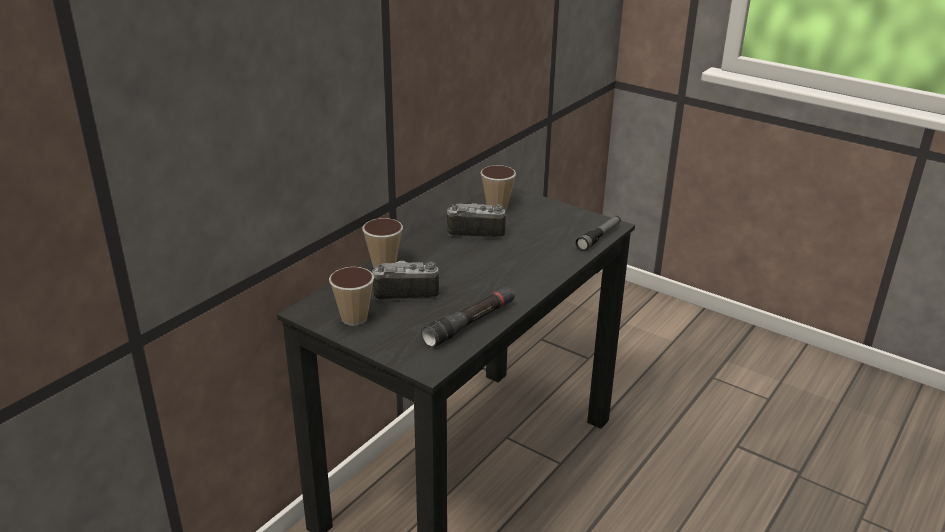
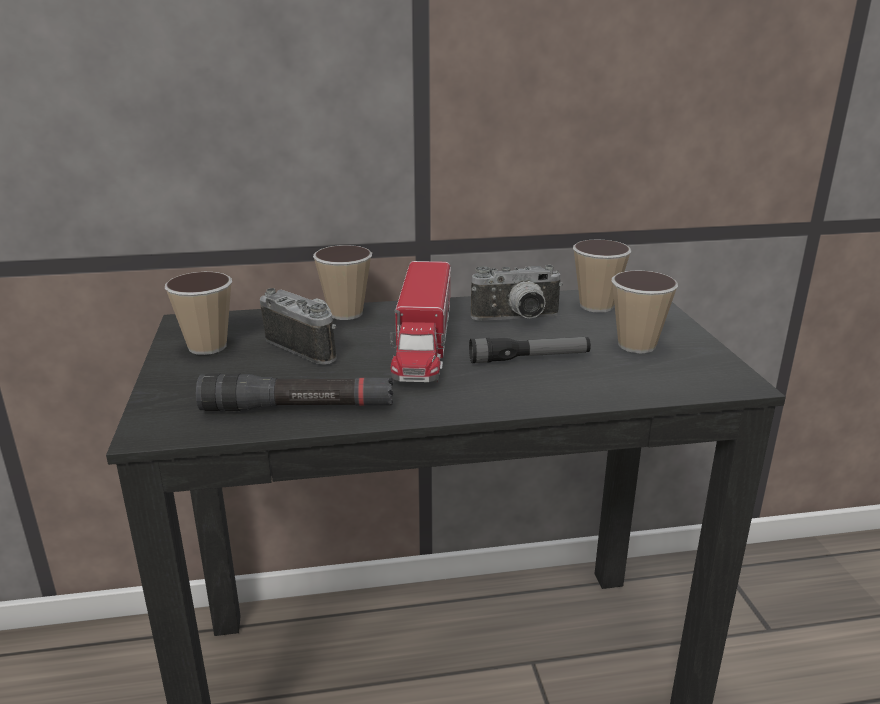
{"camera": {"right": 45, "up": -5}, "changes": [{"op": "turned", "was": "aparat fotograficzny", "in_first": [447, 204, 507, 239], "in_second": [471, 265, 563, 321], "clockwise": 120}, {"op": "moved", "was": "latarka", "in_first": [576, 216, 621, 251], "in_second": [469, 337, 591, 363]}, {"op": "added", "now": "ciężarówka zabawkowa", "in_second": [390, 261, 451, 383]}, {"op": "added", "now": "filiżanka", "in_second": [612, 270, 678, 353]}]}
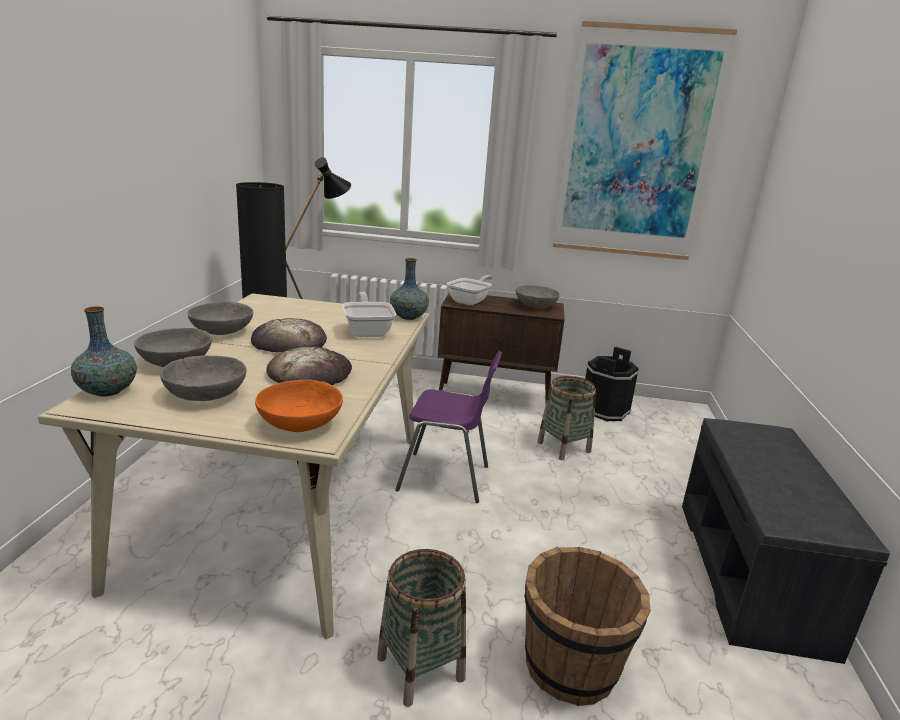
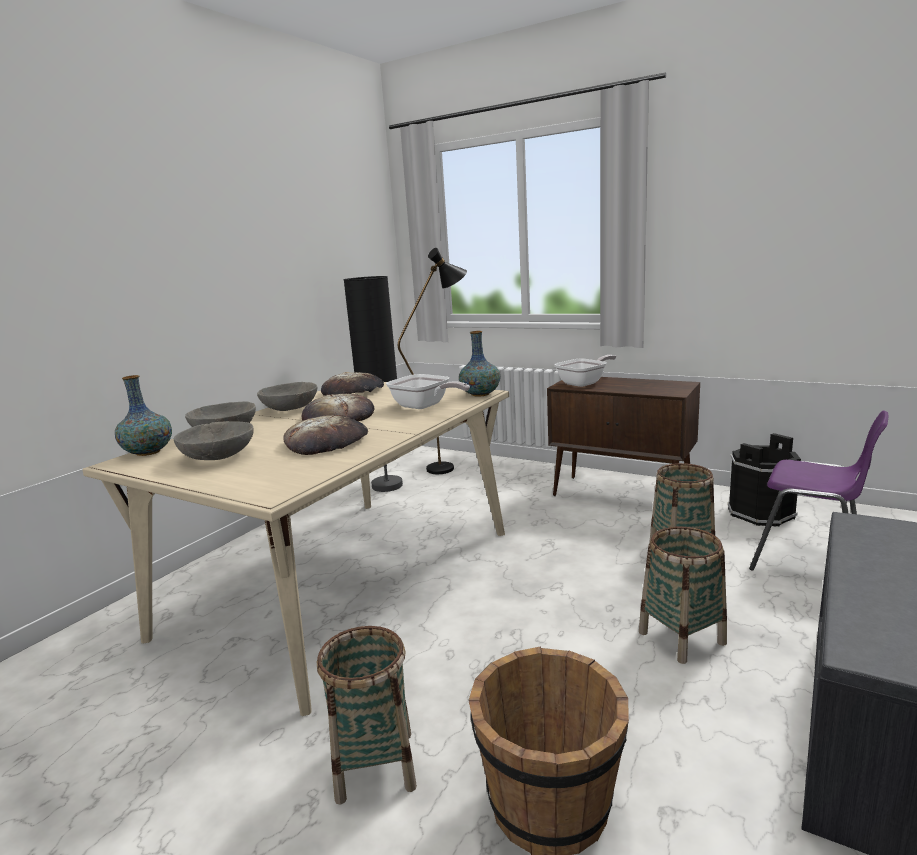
{"camera": {"right": 25, "up": -5}, "changes": [{"op": "removed", "was": "miska (pomarańczowy)", "in_first": [255, 379, 343, 432]}, {"op": "turned", "was": "patelnia", "in_first": [342, 292, 396, 337], "in_second": [386, 374, 470, 409], "clockwise": 120}, {"op": "moved", "was": "krzesło (fioletowy)", "in_first": [395, 351, 502, 503], "in_second": [749, 410, 888, 571]}, {"op": "removed", "was": "miska (szary)", "in_first": [515, 285, 560, 308]}, {"op": "removed", "was": "obraz", "in_first": [553, 21, 737, 260]}, {"op": "added", "now": "chleb", "in_second": [321, 372, 384, 396]}, {"op": "added", "now": "koszyk", "in_second": [639, 527, 727, 664]}]}
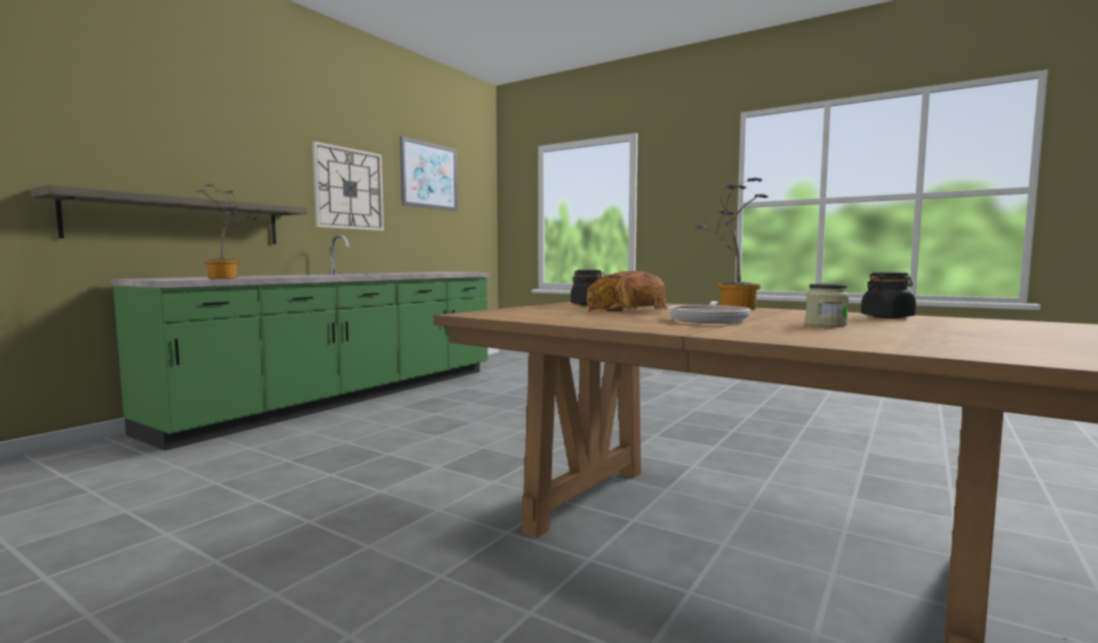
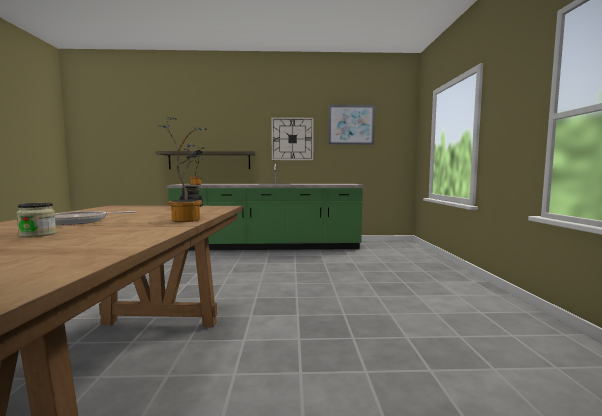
{"camera": {"right": 55, "up": 0}, "changes": [{"op": "removed", "was": "chleb", "in_first": [587, 271, 667, 312]}, {"op": "removed", "was": "słoik (czarny)", "in_first": [861, 272, 916, 318]}]}
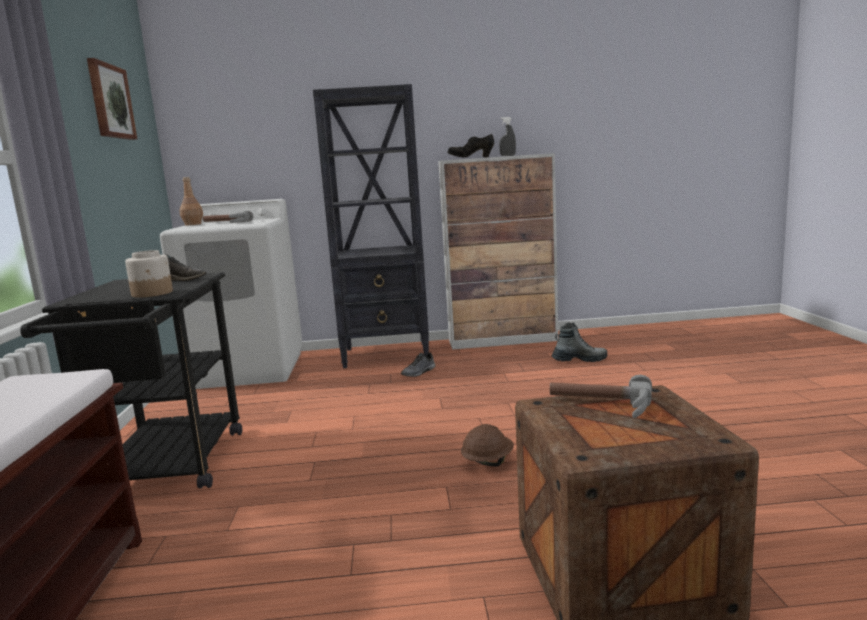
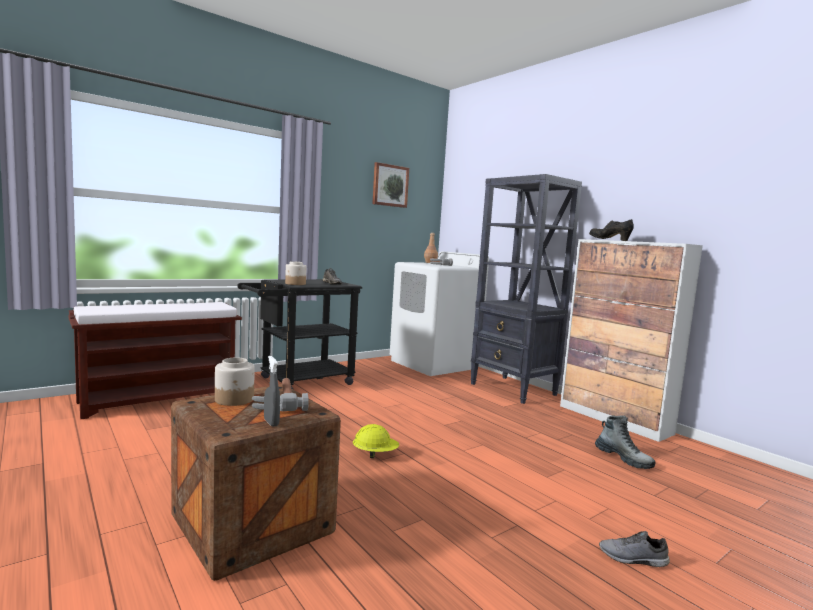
{"camera": {"right": 55, "up": -5}, "changes": [{"op": "moved", "was": "but (szary)", "in_first": [401, 352, 435, 377], "in_second": [599, 531, 670, 567]}, {"op": "recoloured", "was": "kask (brązowy)", "now": "kask (żółty)", "in_first": [461, 424, 514, 466], "in_second": [353, 424, 399, 458]}, {"op": "moved", "was": "spryskiwacz (szary)", "in_first": [499, 117, 516, 156], "in_second": [264, 356, 280, 427]}, {"op": "added", "now": "słoik", "in_second": [215, 357, 255, 406]}]}
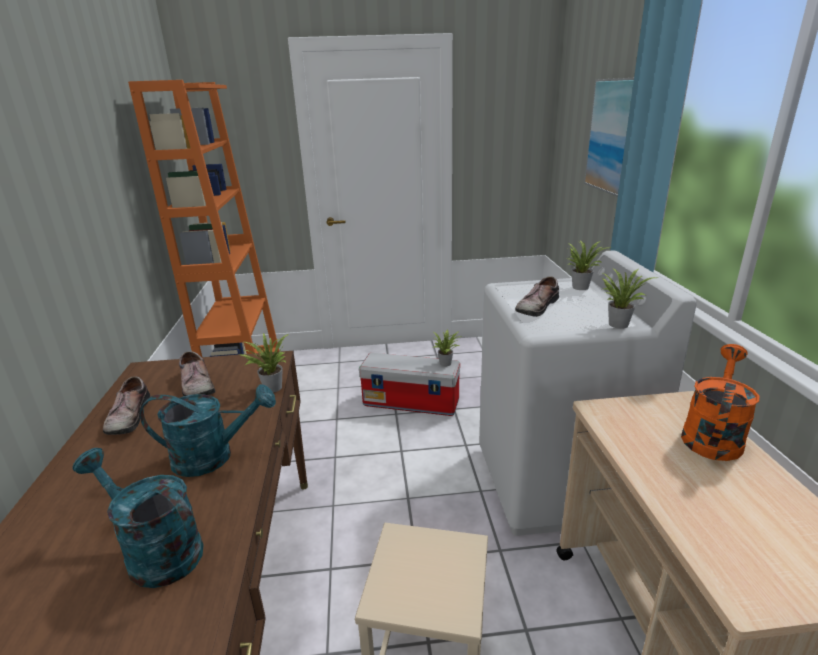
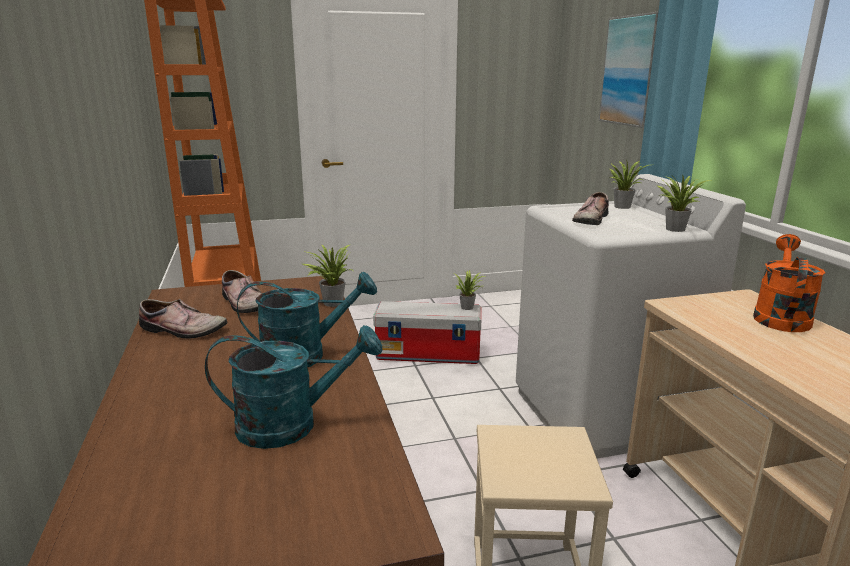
{"camera": {"right": -10, "up": -5}, "changes": [{"op": "turned", "was": "konewka (turkusowy)", "in_first": [73, 448, 204, 588], "in_second": [205, 325, 382, 449], "clockwise": 150}, {"op": "turned", "was": "but", "in_first": [103, 376, 150, 435], "in_second": [139, 299, 228, 338], "clockwise": -60}]}
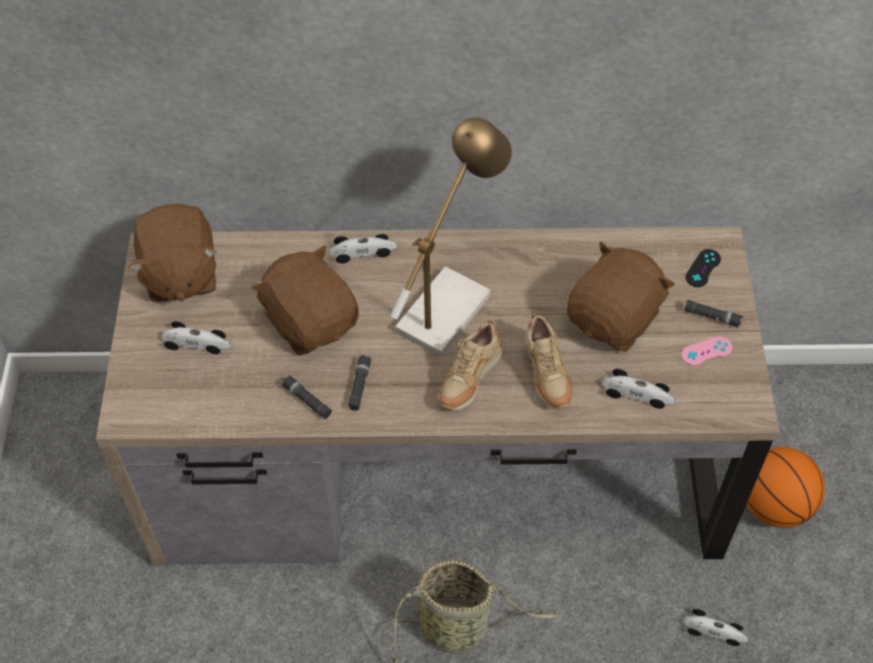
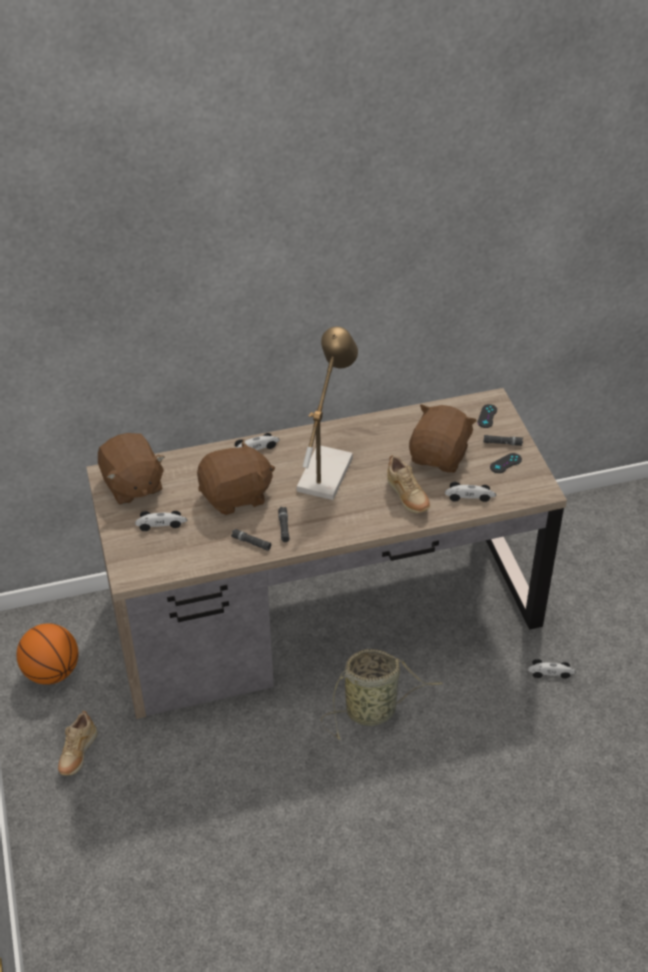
{"camera": {"right": -15, "up": -10}, "changes": [{"op": "turned", "was": "pluszak (brązowy)", "in_first": [251, 245, 358, 355], "in_second": [197, 439, 275, 515], "clockwise": 120}, {"op": "moved", "was": "but (beżowy)", "in_first": [439, 320, 502, 410], "in_second": [58, 711, 98, 775]}, {"op": "recoloured", "was": "pad do gier (różowy)", "now": "pad do gier (czarny)", "in_first": [681, 336, 732, 366], "in_second": [490, 453, 522, 473]}, {"op": "moved", "was": "piłka do koszykówki", "in_first": [746, 447, 825, 528], "in_second": [17, 623, 78, 685]}]}
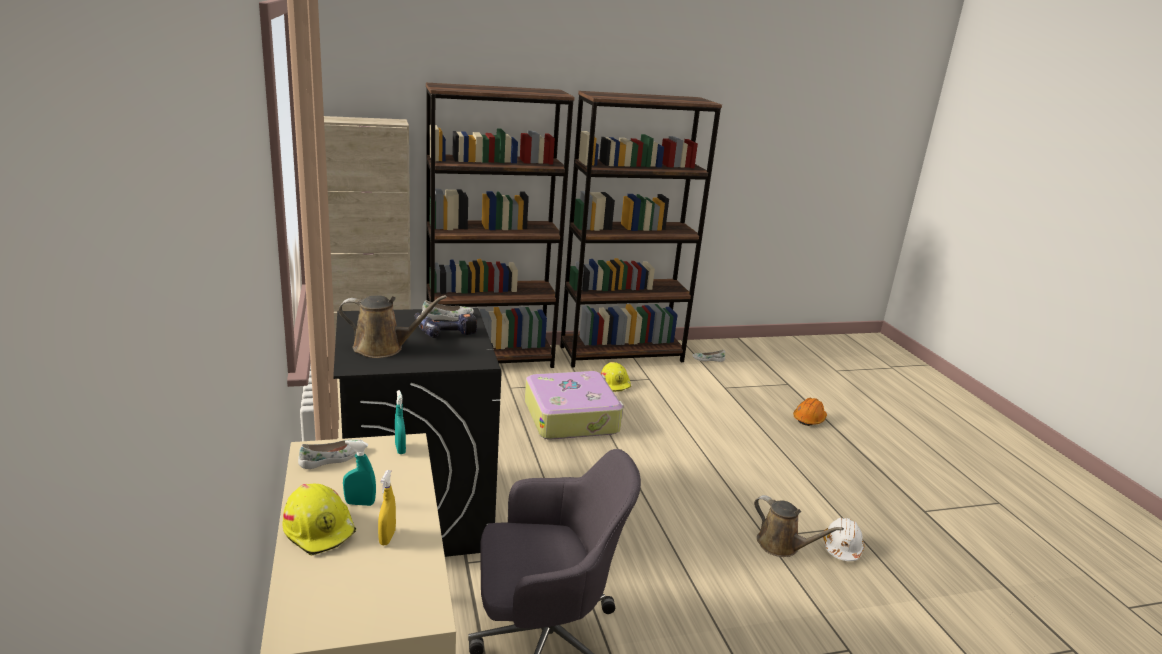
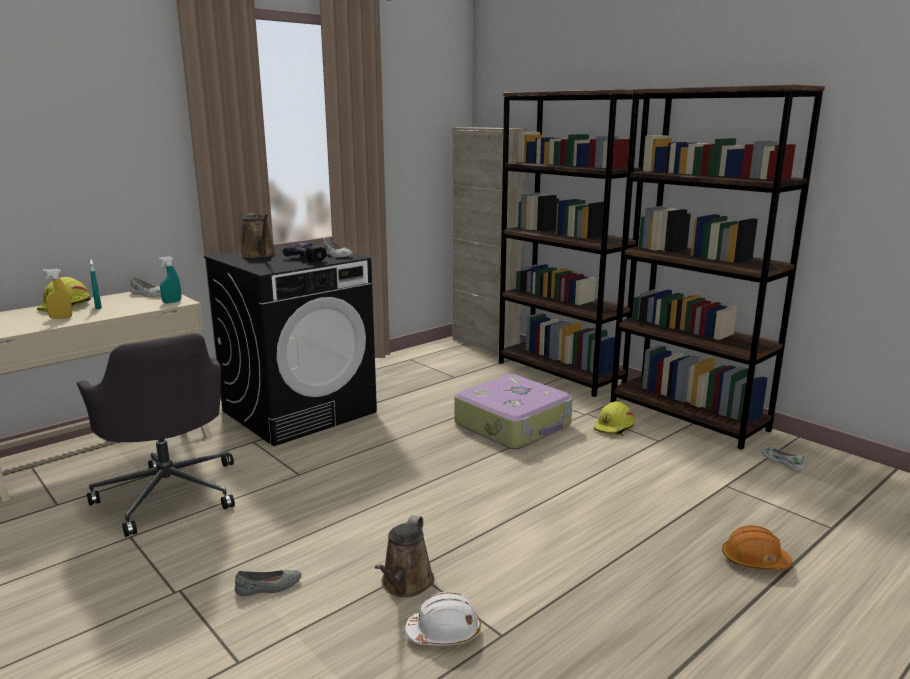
{"camera": {"right": 65, "up": -5}, "changes": [{"op": "added", "now": "but (szary)", "in_second": [235, 570, 301, 596]}]}
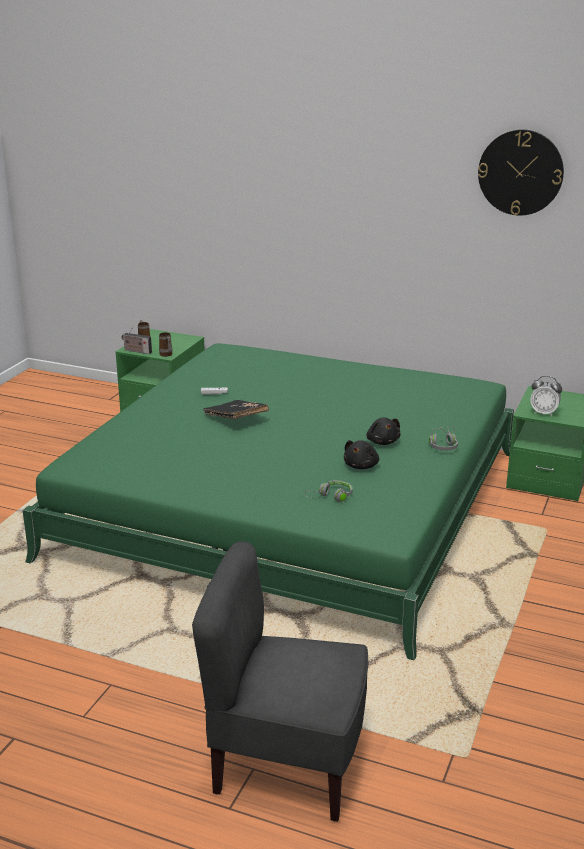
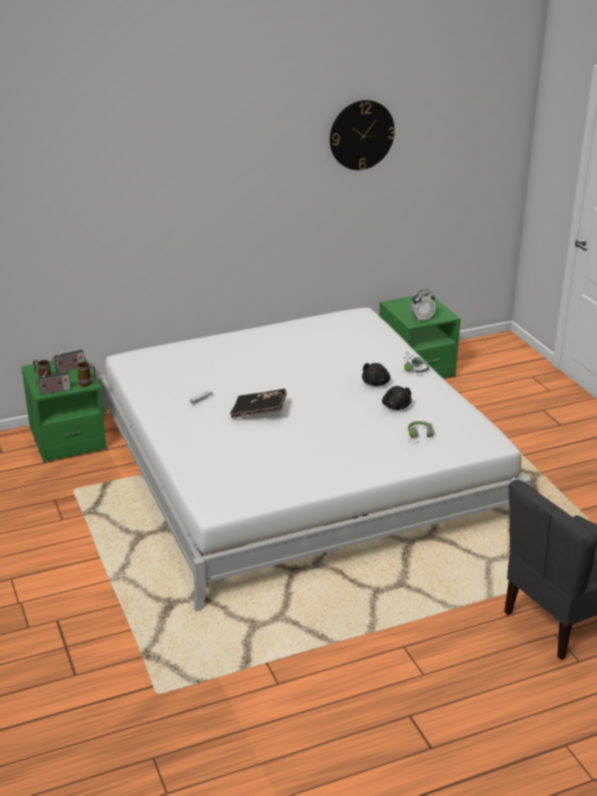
{"camera": {"right": -45, "up": 5}, "changes": [{"op": "recoloured", "was": "łóżko (zielony)", "now": "łóżko (biały)", "in_first": [22, 343, 514, 660], "in_second": [97, 308, 532, 612]}, {"op": "turned", "was": "pluszak (czarny)", "in_first": [366, 417, 400, 445], "in_second": [362, 363, 391, 386], "clockwise": 90}, {"op": "added", "now": "radio", "in_second": [52, 346, 85, 373]}]}
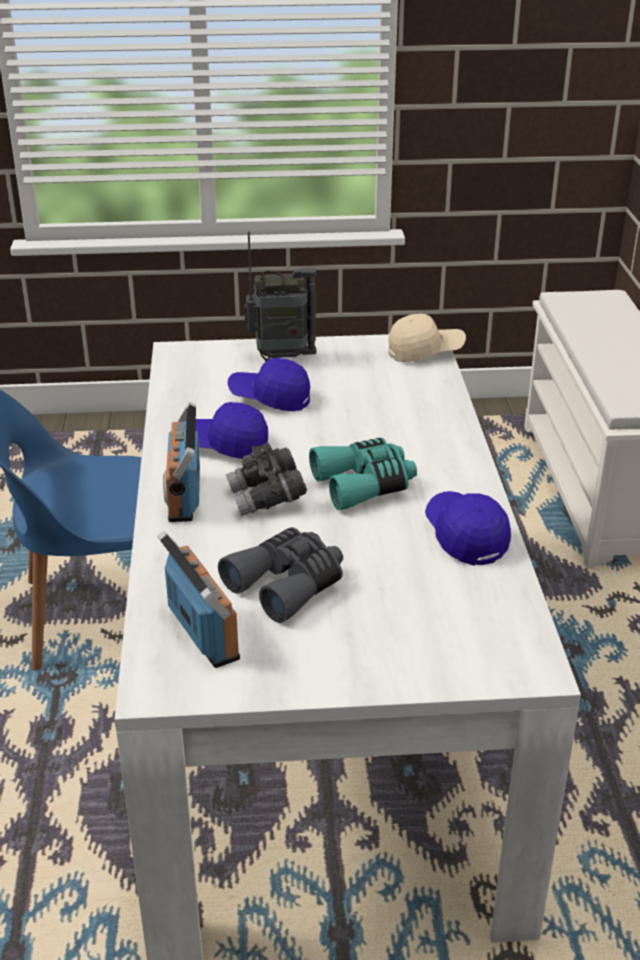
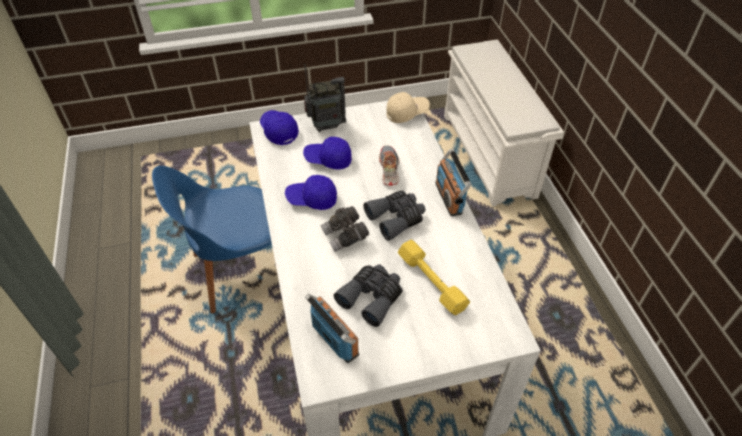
{"camera": {"right": -10, "up": 15}, "changes": [{"op": "moved", "was": "radio", "in_first": [163, 402, 200, 522], "in_second": [435, 149, 471, 216]}, {"op": "recoloured", "was": "lornetka (turkusowy)", "now": "lornetka (szary)", "in_first": [309, 438, 417, 511], "in_second": [363, 190, 426, 241]}, {"op": "moved", "was": "czapka z daszkiem (niebieski)", "in_first": [425, 491, 511, 566], "in_second": [260, 110, 299, 145]}, {"op": "added", "now": "but", "in_second": [379, 145, 400, 186]}, {"op": "added", "now": "hantel (żółty)", "in_second": [398, 240, 470, 315]}]}
